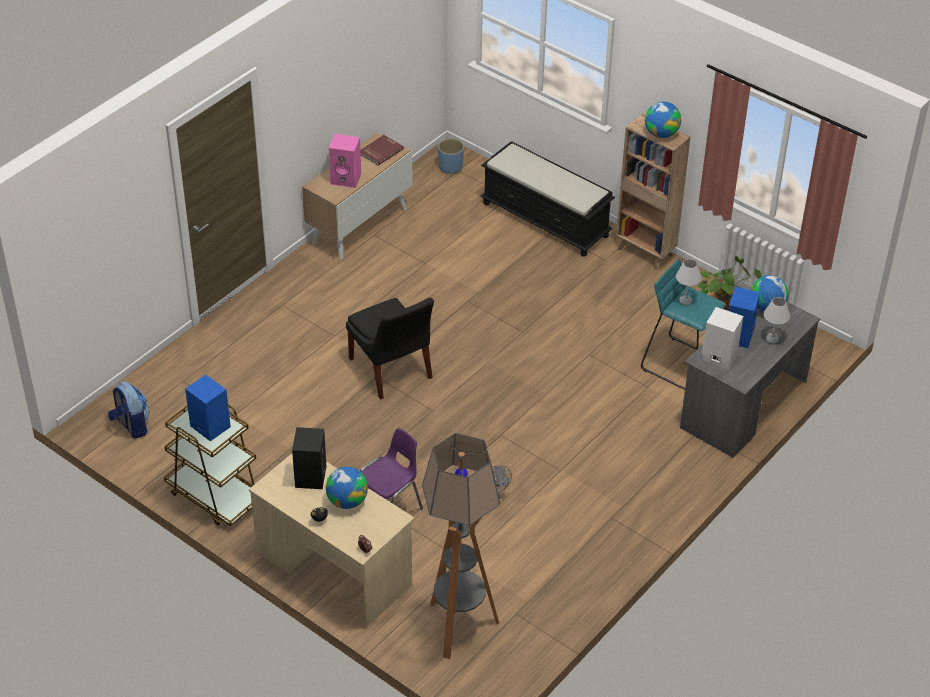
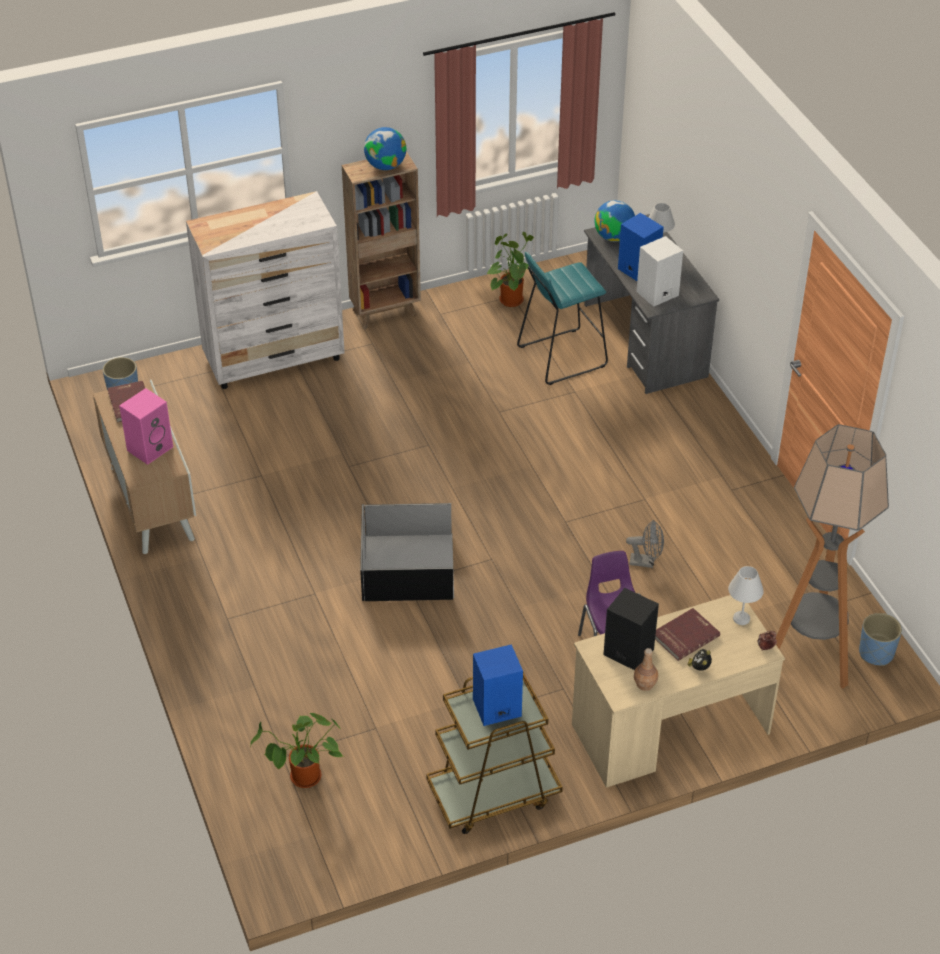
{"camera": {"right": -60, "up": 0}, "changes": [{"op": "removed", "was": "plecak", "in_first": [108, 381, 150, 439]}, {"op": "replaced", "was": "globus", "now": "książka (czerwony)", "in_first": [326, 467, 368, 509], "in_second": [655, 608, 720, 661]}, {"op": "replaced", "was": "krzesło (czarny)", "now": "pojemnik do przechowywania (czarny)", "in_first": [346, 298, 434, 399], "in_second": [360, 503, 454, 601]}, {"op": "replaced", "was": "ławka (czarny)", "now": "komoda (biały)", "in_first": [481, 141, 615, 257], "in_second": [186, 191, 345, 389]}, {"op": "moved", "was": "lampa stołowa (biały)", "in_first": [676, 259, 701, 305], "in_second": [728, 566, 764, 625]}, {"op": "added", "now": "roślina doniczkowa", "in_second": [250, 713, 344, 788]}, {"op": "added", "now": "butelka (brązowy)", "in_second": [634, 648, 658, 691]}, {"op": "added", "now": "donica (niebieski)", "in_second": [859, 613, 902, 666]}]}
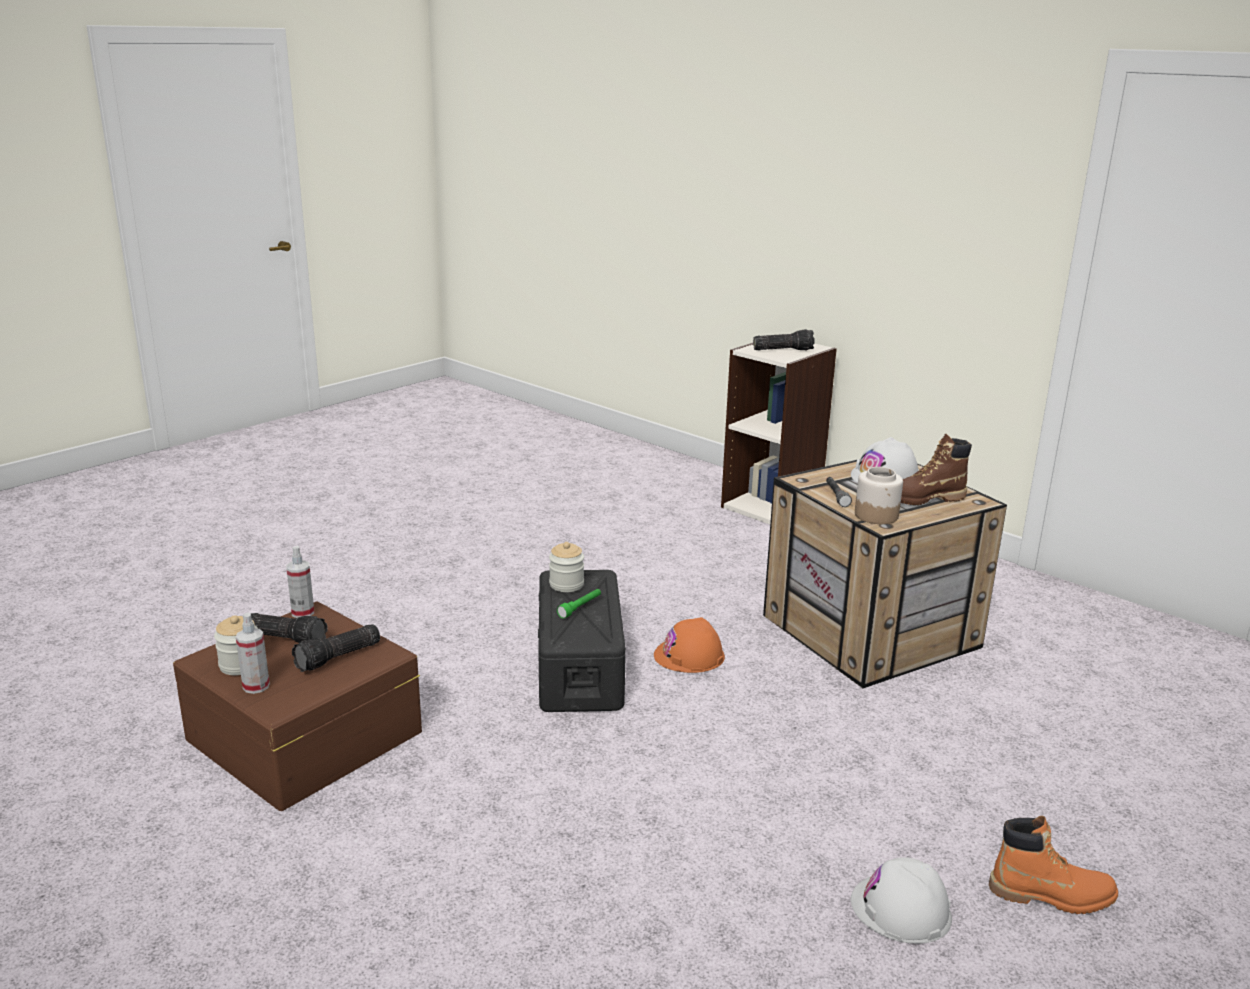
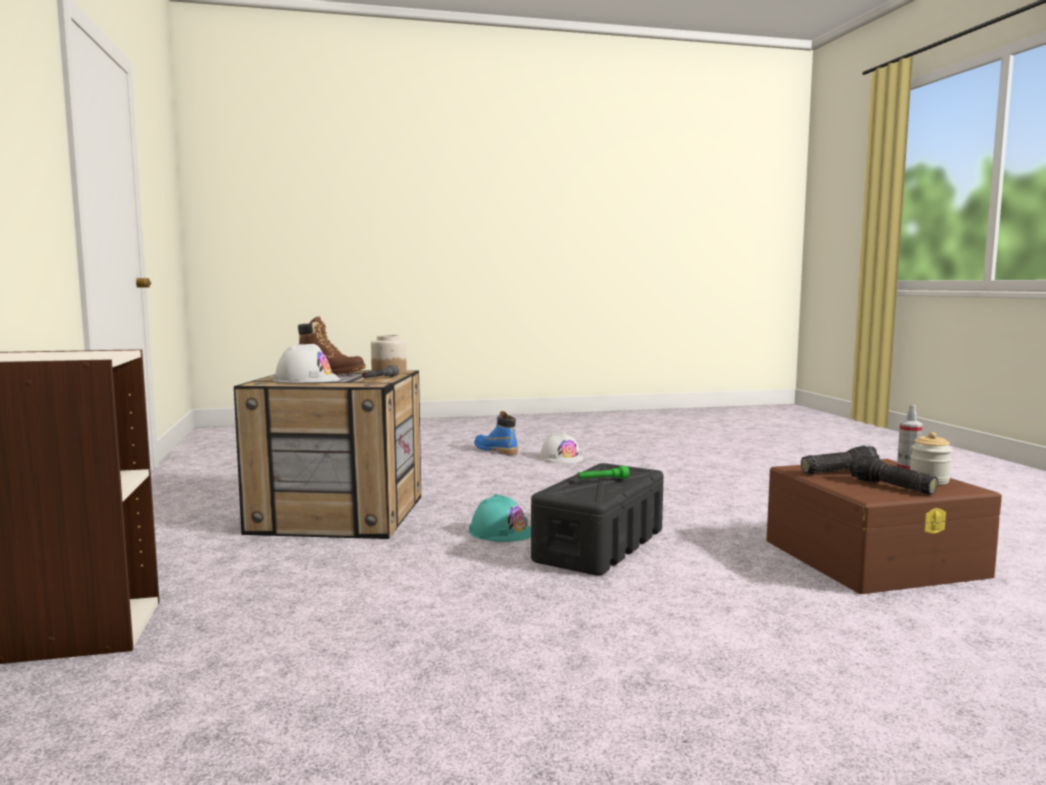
{"camera": {"right": -145, "up": -15}, "changes": [{"op": "removed", "was": "spryskiwacz", "in_first": [286, 546, 314, 618]}, {"op": "removed", "was": "słoik", "in_first": [549, 542, 584, 592]}, {"op": "recoloured", "was": "kask (pomarańczowy)", "now": "kask (turkusowy)", "in_first": [654, 617, 725, 673], "in_second": [469, 494, 531, 542]}, {"op": "removed", "was": "latarka", "in_first": [753, 329, 815, 351]}, {"op": "recoloured", "was": "but z cholewką (pomarańczowy)", "now": "but z cholewką (niebieski)", "in_first": [989, 816, 1118, 914], "in_second": [474, 411, 518, 455]}]}
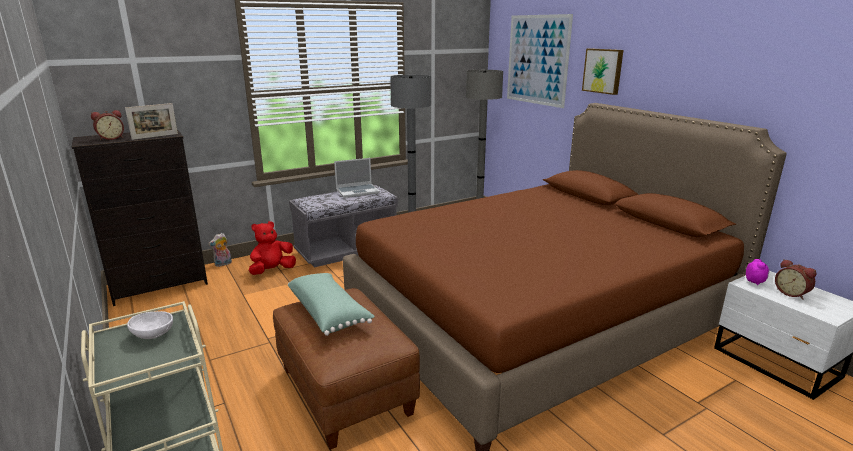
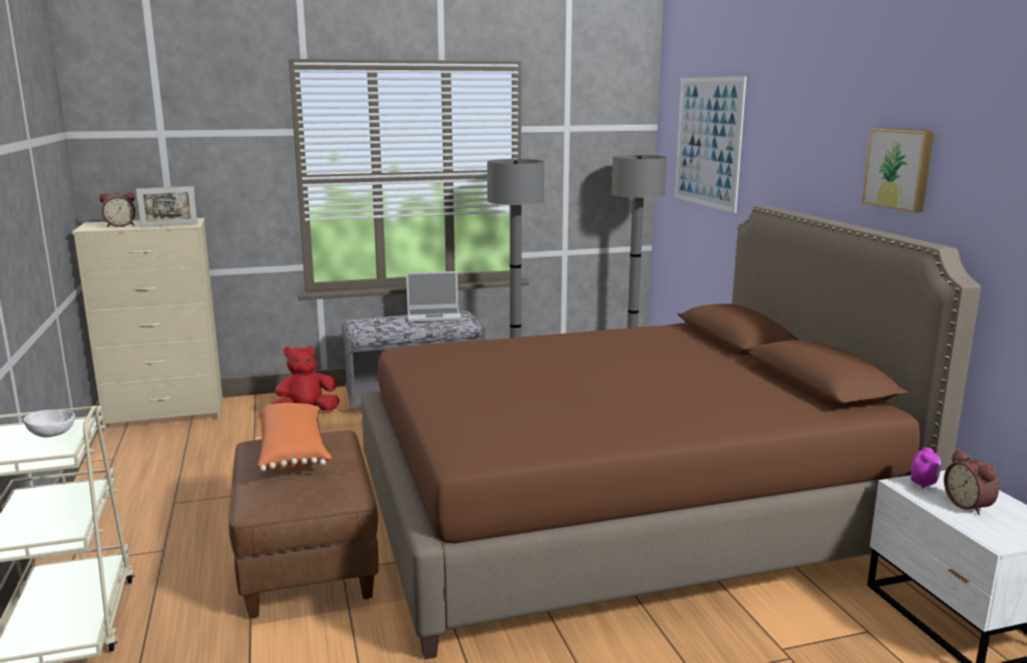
{"camera": {"right": 15, "up": -5}, "changes": [{"op": "recoloured", "was": "komoda (czarny)", "now": "komoda (beżowy)", "in_first": [72, 129, 208, 306], "in_second": [72, 218, 223, 432]}, {"op": "removed", "was": "pluszak", "in_first": [208, 233, 232, 267]}, {"op": "recoloured", "was": "poduszka (zielony)", "now": "poduszka (pomarańczowy)", "in_first": [288, 273, 375, 336], "in_second": [258, 403, 331, 471]}, {"op": "moved", "was": "obraz", "in_first": [582, 48, 623, 95], "in_second": [862, 128, 934, 213]}]}
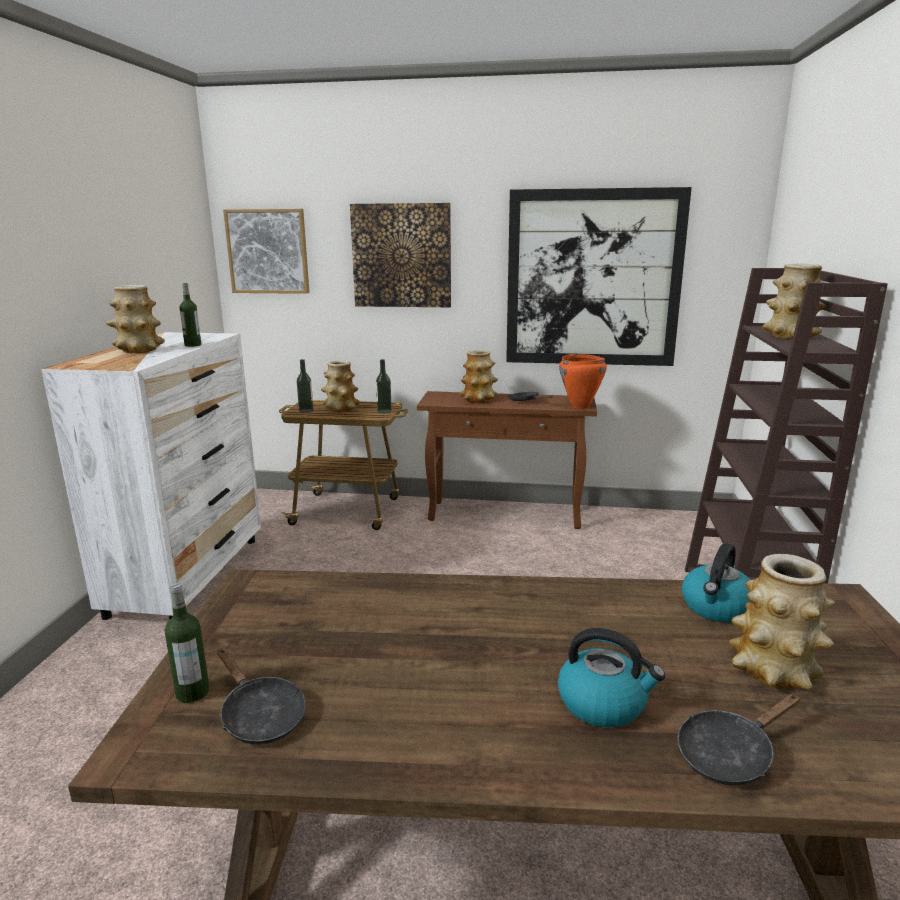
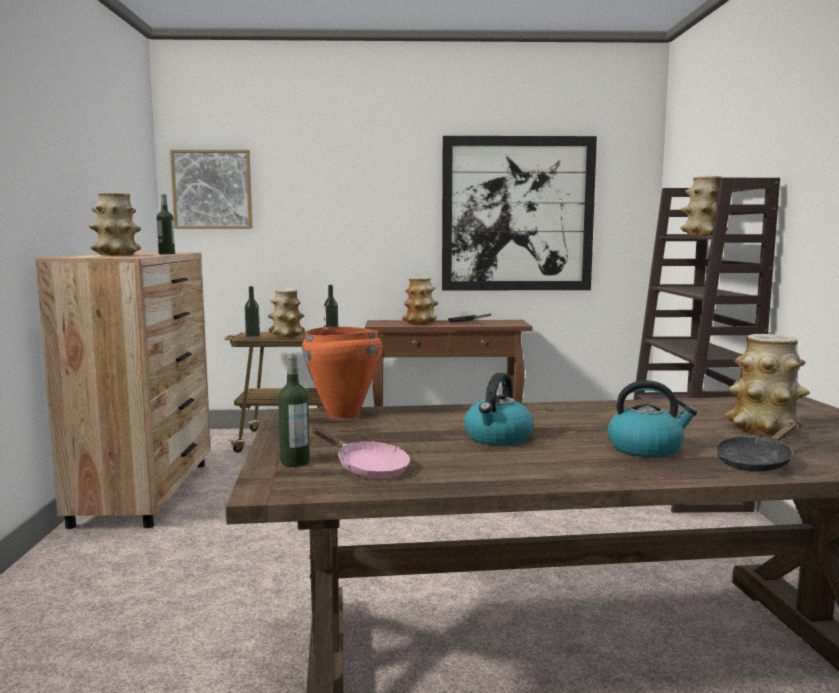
{"camera": {"right": -10, "up": -10}, "changes": [{"op": "recoloured", "was": "komoda (biały)", "now": "komoda (brązowy)", "in_first": [41, 332, 261, 620], "in_second": [35, 252, 211, 529]}, {"op": "recoloured", "was": "patelnia (czarny)", "now": "patelnia (różowy)", "in_first": [217, 648, 306, 745], "in_second": [312, 427, 410, 479]}, {"op": "removed", "was": "obraz", "in_first": [350, 203, 451, 307]}, {"op": "moved", "was": "garnek (pomarańczowy)", "in_first": [559, 354, 607, 409], "in_second": [302, 327, 382, 419]}, {"op": "moved", "was": "czajnik", "in_first": [682, 543, 751, 622], "in_second": [464, 373, 534, 446]}]}
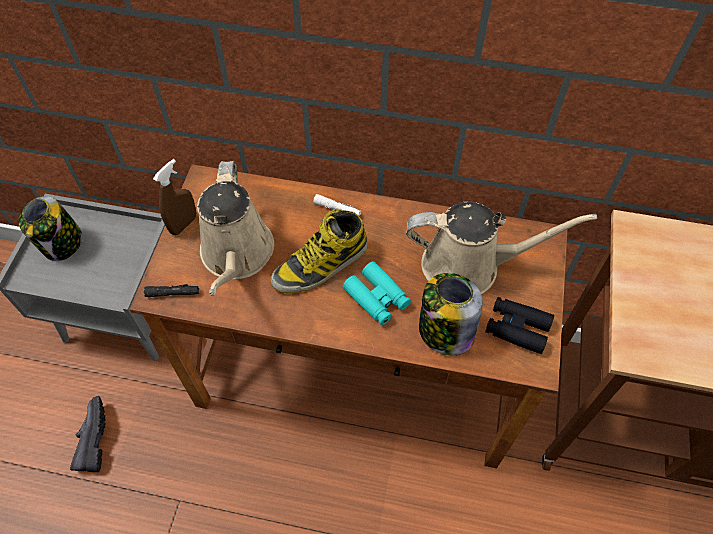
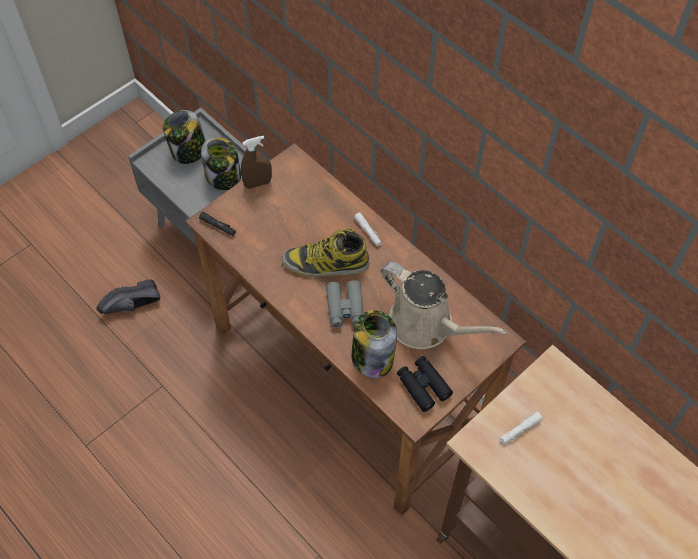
{"camera": {"right": 35, "up": 0}, "changes": [{"op": "turned", "was": "but (czarny)", "in_first": [70, 396, 106, 472], "in_second": [96, 279, 161, 314], "clockwise": -150}, {"op": "removed", "was": "konewka (beżowy)", "in_first": [197, 161, 274, 296]}, {"op": "recoloured", "was": "lornetka (turkusowy)", "now": "lornetka (szary)", "in_first": [343, 261, 411, 325], "in_second": [326, 280, 363, 328]}, {"op": "added", "now": "słoik", "in_second": [201, 137, 241, 190]}, {"op": "added", "now": "latarka (biały)", "in_second": [500, 412, 543, 444]}]}
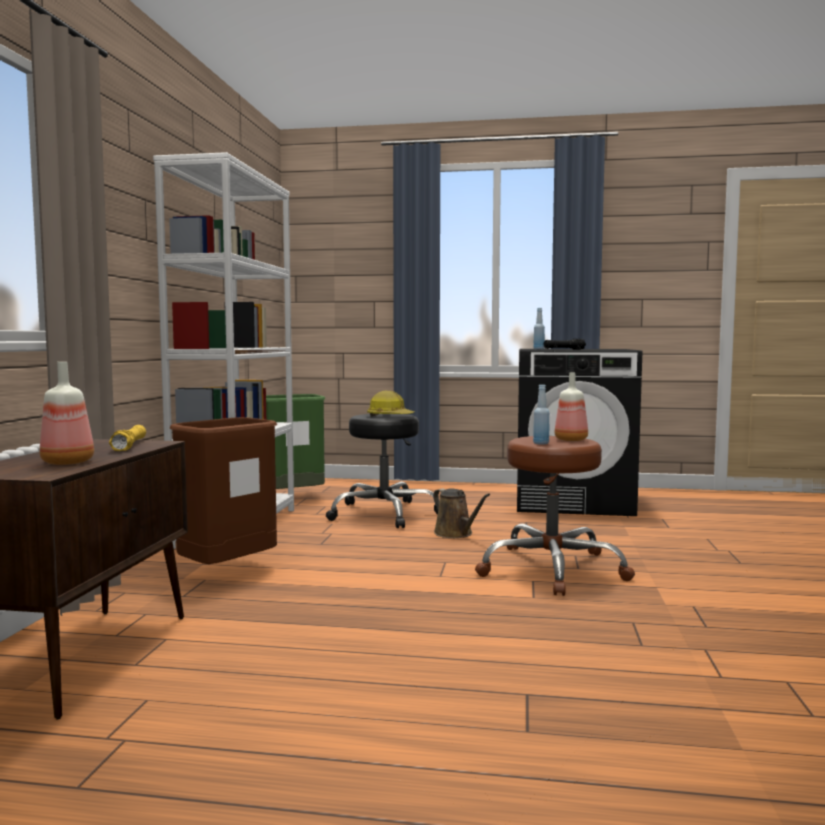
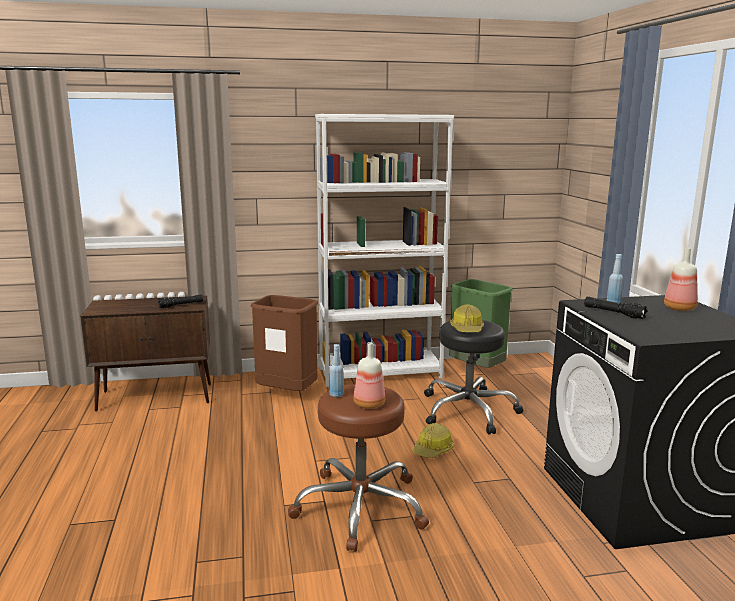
{"camera": {"right": 70, "up": 10}, "changes": [{"op": "moved", "was": "butelka", "in_first": [40, 362, 94, 465], "in_second": [664, 248, 698, 311]}, {"op": "recoloured", "was": "latarka (żółty)", "now": "latarka (czarny)", "in_first": [109, 425, 146, 451], "in_second": [158, 295, 203, 308]}, {"op": "replaced", "was": "konewka (brązowy)", "now": "kask", "in_first": [433, 488, 490, 538], "in_second": [412, 423, 454, 458]}]}
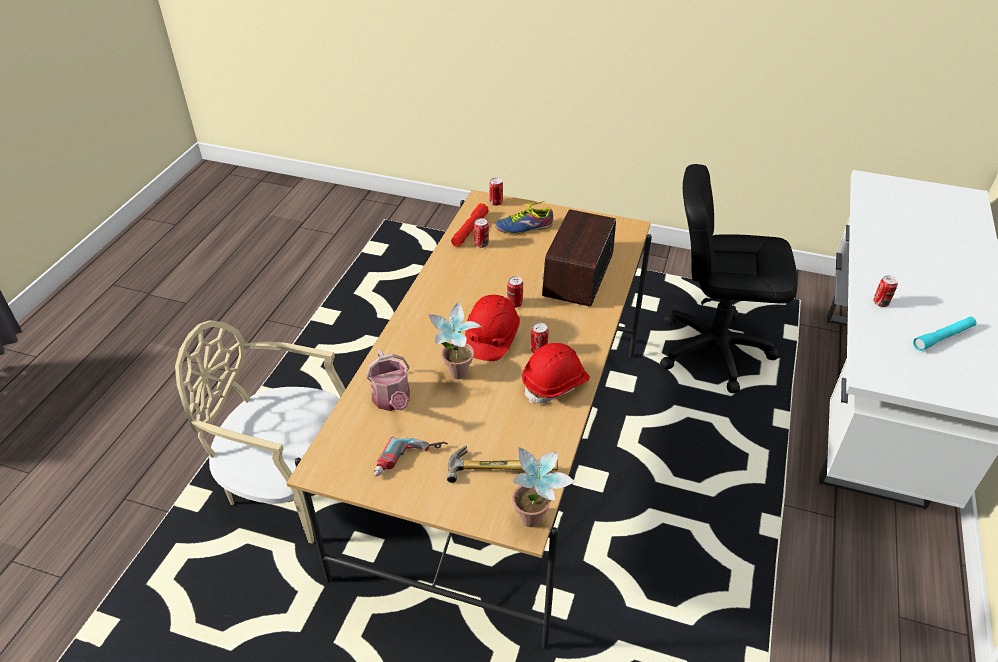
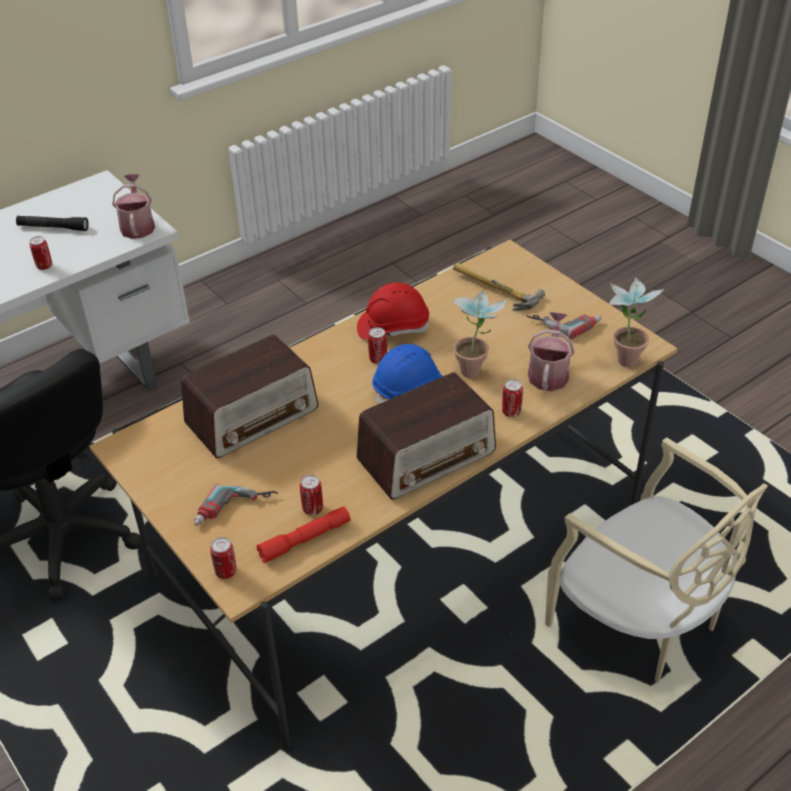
{"camera": {"right": -145, "up": 0}, "changes": [{"op": "recoloured", "was": "kask (czerwony)", "now": "kask (niebieski)", "in_first": [465, 295, 520, 361], "in_second": [372, 344, 443, 404]}, {"op": "replaced", "was": "but", "now": "wiertarka", "in_first": [495, 201, 553, 235], "in_second": [194, 484, 278, 526]}, {"op": "moved", "was": "puszka", "in_first": [507, 276, 523, 308], "in_second": [502, 379, 523, 417]}, {"op": "moved", "was": "roślina doniczkowa", "in_first": [512, 447, 575, 527], "in_second": [609, 277, 665, 367]}, {"op": "recoloured", "was": "latarka (turkusowy)", "now": "latarka (czarny)", "in_first": [913, 317, 976, 351], "in_second": [16, 216, 89, 231]}, {"op": "added", "now": "konewka", "in_second": [112, 174, 155, 239]}, {"op": "added", "now": "radio", "in_second": [356, 372, 496, 500]}]}
